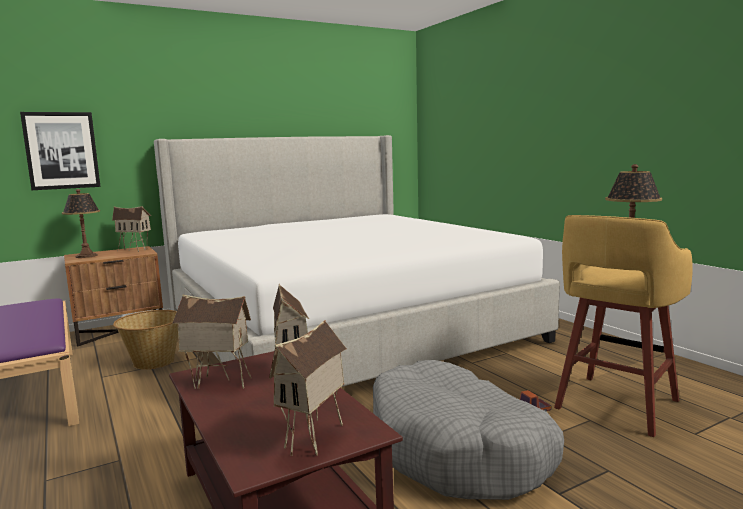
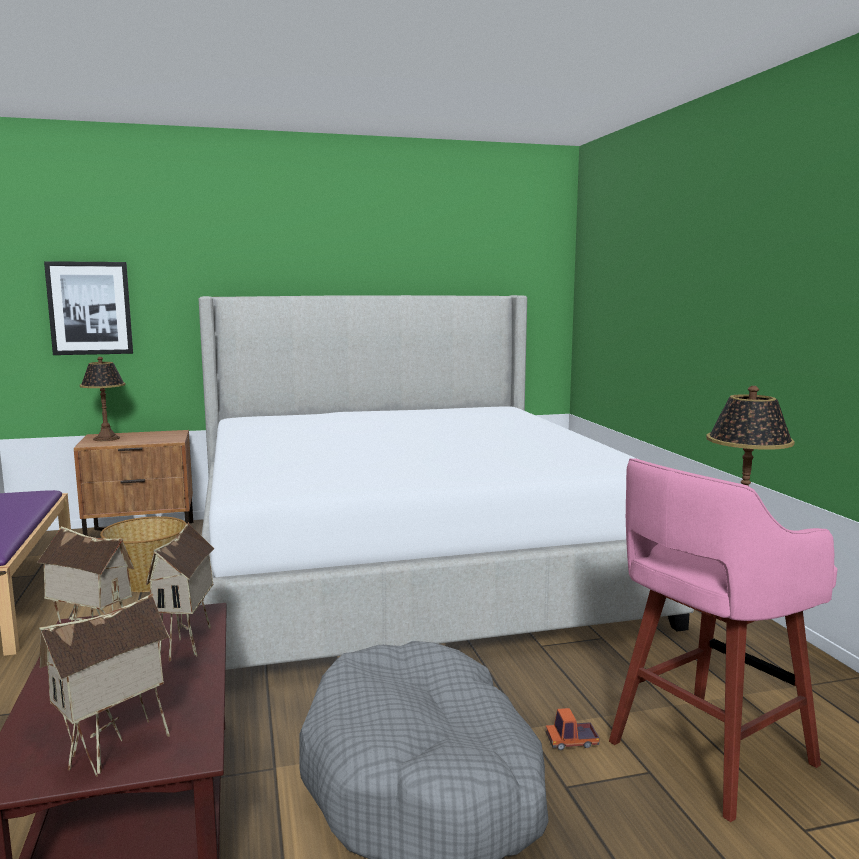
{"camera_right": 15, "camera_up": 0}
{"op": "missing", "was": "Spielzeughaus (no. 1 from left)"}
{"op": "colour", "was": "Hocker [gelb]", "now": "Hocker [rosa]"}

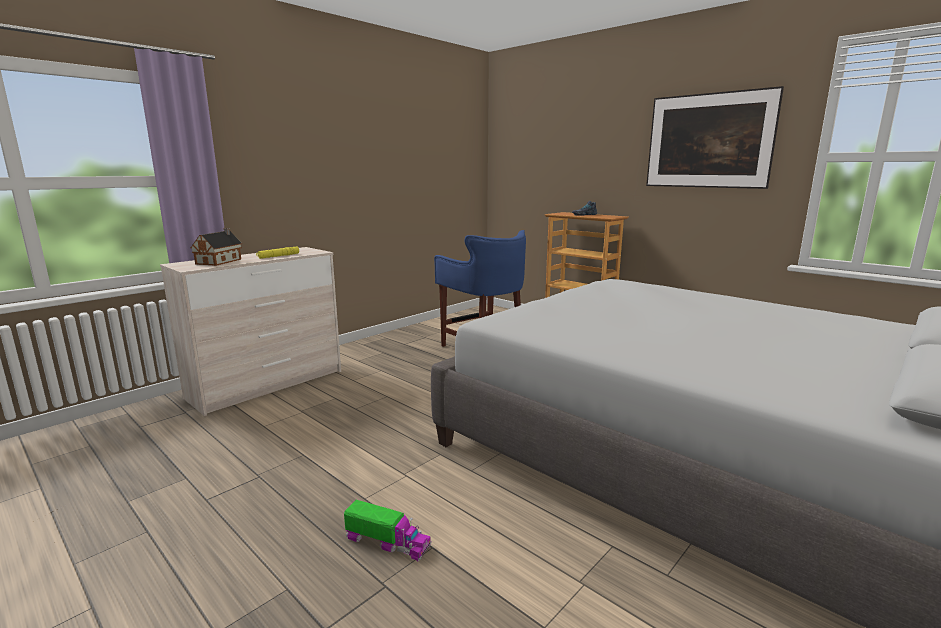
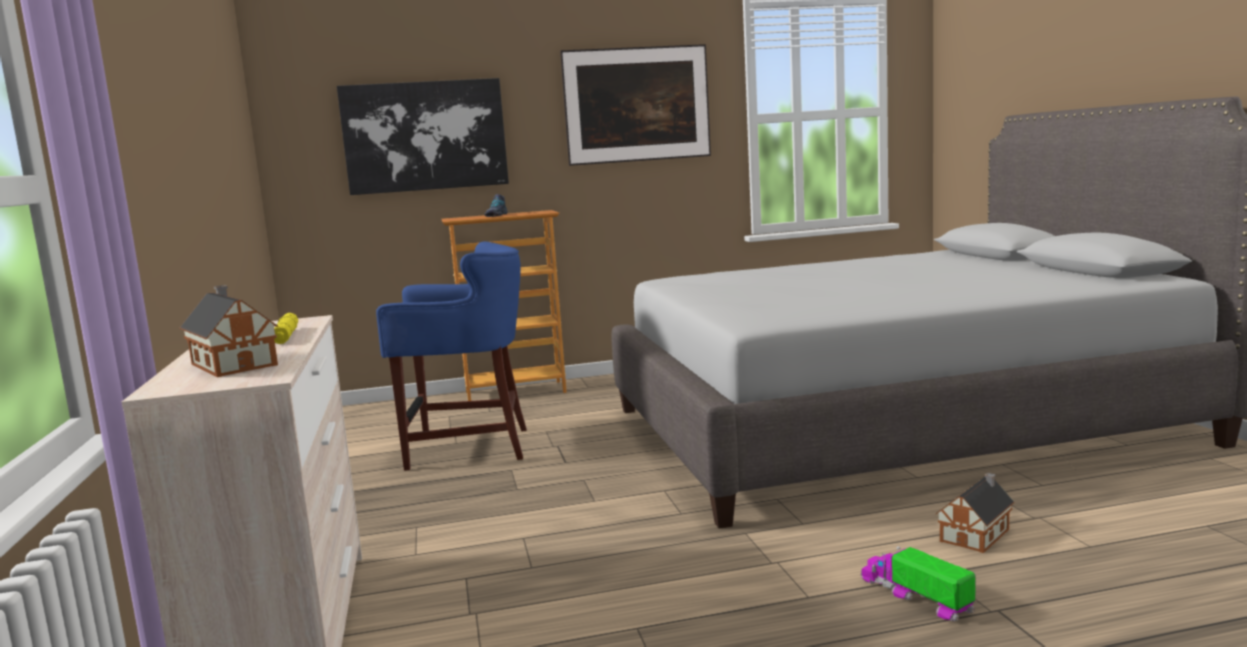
{"camera_right": -55, "camera_up": -5}
{"op": "spun", "was": "Spielzeuglaster", "clockwise": -90}
{"op": "appeared", "now": "Bild (no. 1 from left)"}
{"op": "appeared", "now": "Spielzeughaus (no. 2 from left)"}

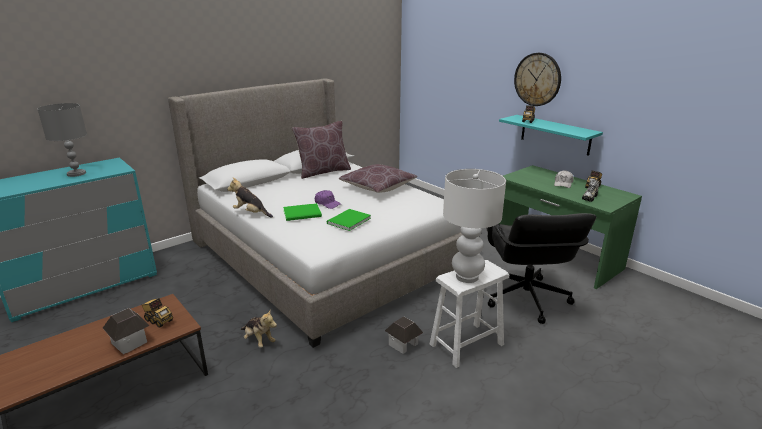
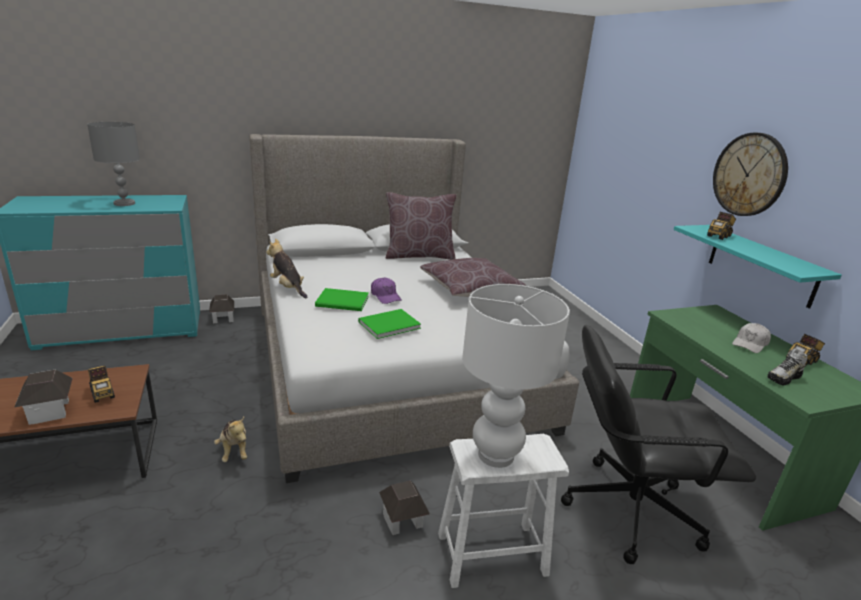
{"camera_right": 20, "camera_up": 0}
{"op": "spun", "was": "Bürostuhl [schwarz]", "clockwise": 75}
{"op": "appeared", "now": "Spielzeughaus (no. 2 from left)"}

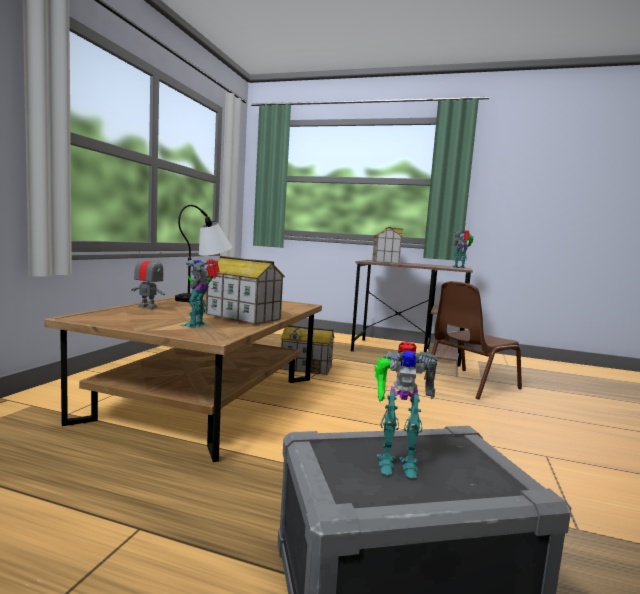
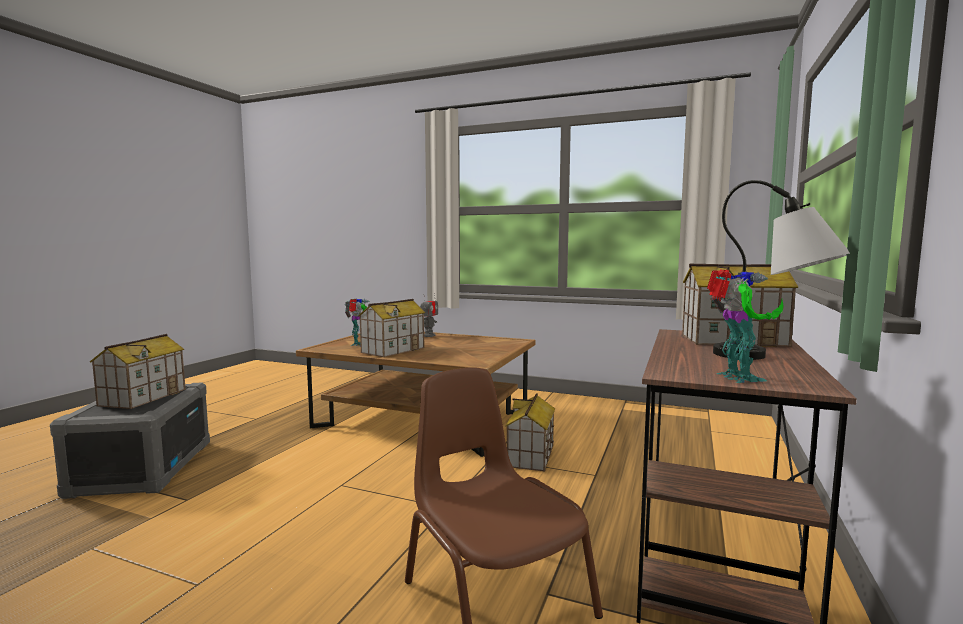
{"camera_right": 95, "camera_up": 0}
{"op": "relocated", "was": "Tischlampe"}
{"op": "exchanged", "was": "Spielzeugroboter (no. 3 from left)", "now": "Spielzeughaus (no. 1 from left)"}

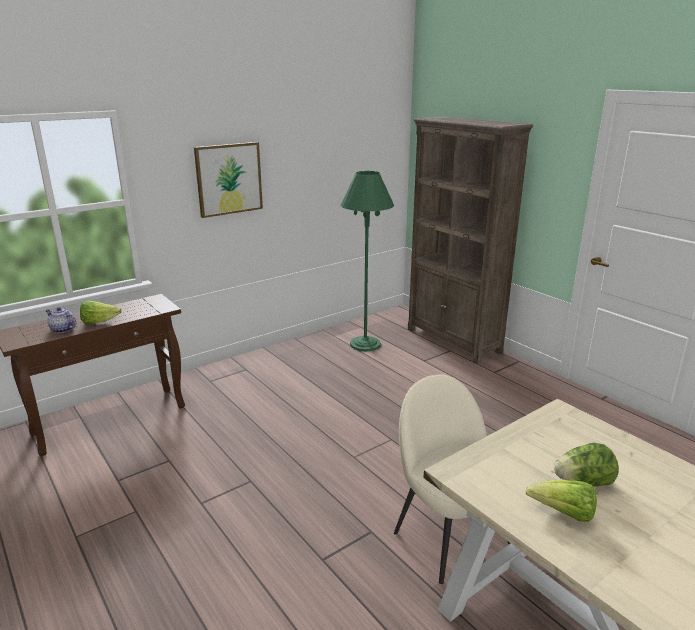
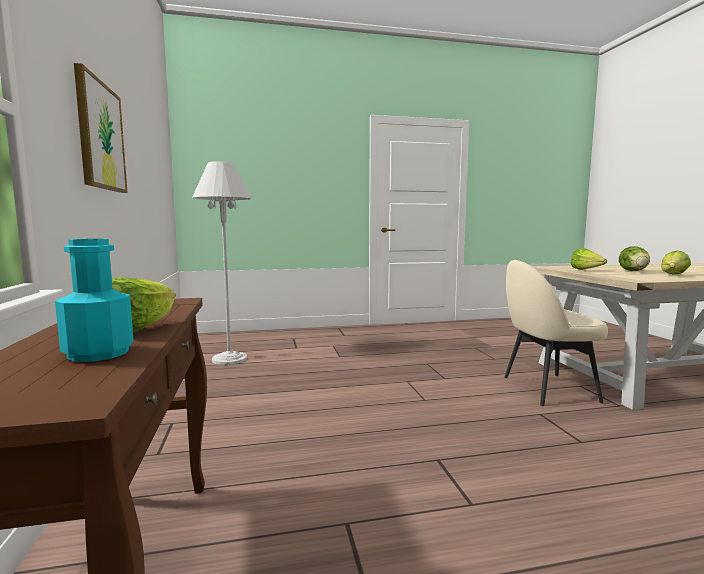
{"camera_right": -65, "camera_up": -15}
{"op": "missing", "was": "Bücherregal [braun]"}
{"op": "colour", "was": "Stehlampe [grün]", "now": "Stehlampe [weiß]"}
{"op": "exchanged", "was": "Teekanne", "now": "Flasche [türkis]"}
{"op": "appeared", "now": "Salatkopf (no. 2 from left)"}

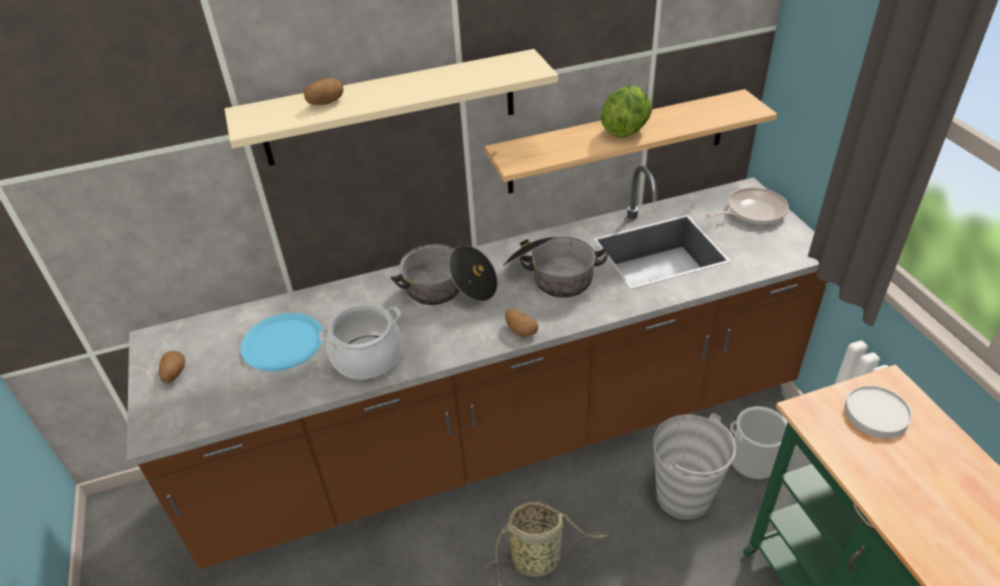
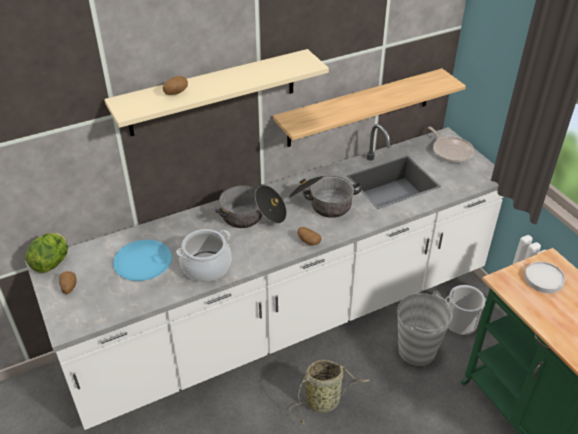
{"camera_right": -10, "camera_up": 0}
{"op": "relocated", "was": "Salatkopf"}
{"op": "colour", "was": "Küchenzeile [braun]", "now": "Küchenzeile [weiß]"}
{"op": "spun", "was": "Pfanne", "clockwise": 90}

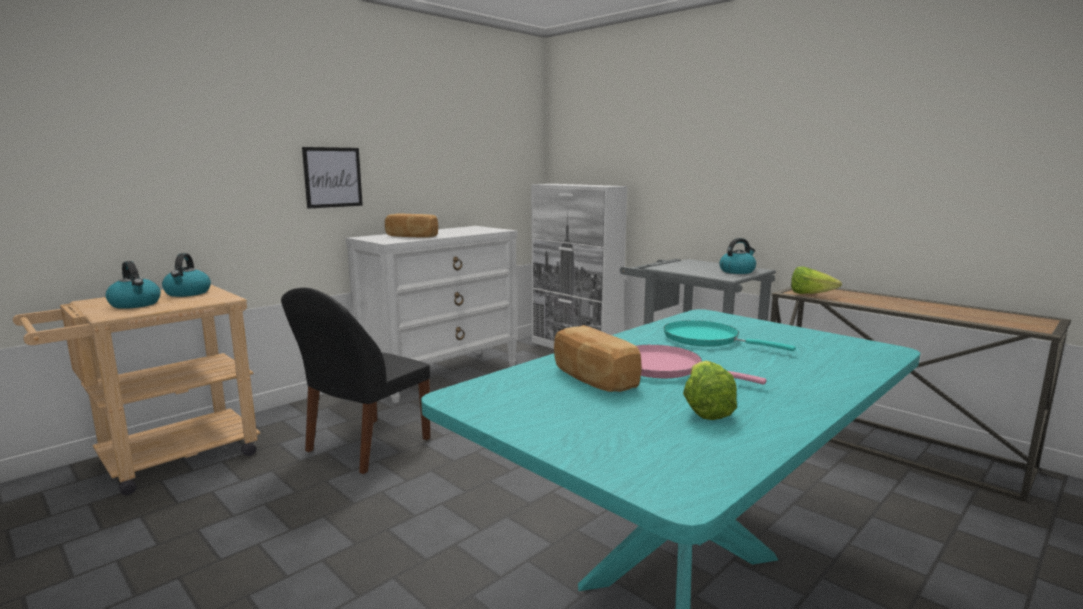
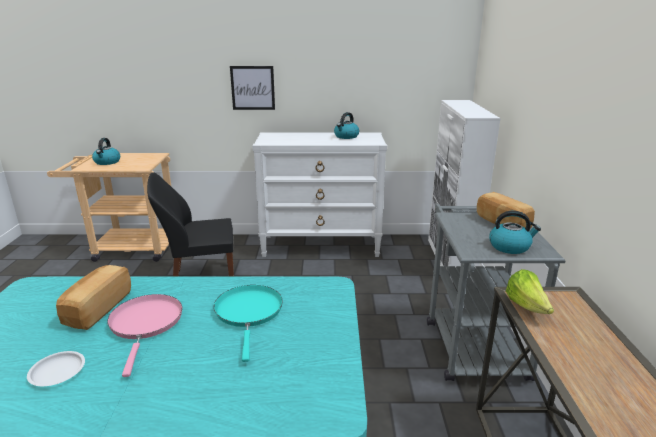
{"camera_right": 45, "camera_up": 10}
{"op": "relocated", "was": "Brot (no. 1 from left in the first image)", "now": "Brot (no. 2 from left)"}
{"op": "relocated", "was": "Wasserkessel (no. 2 from left)"}
{"op": "exchanged", "was": "Salatkopf (no. 1 from left)", "now": "Teller [weiß]"}

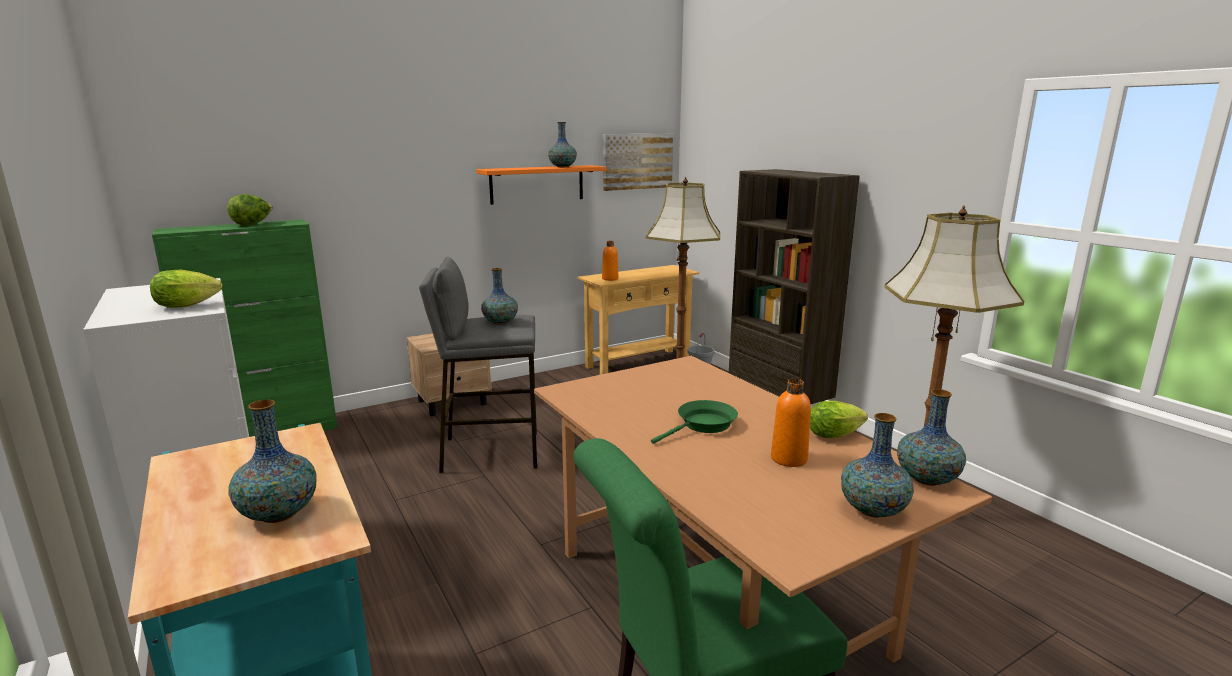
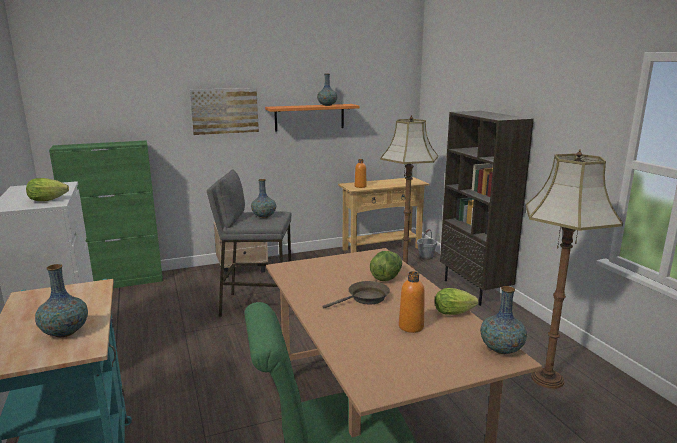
{"camera_right": 10, "camera_up": 0}
{"op": "relocated", "was": "Bild"}
{"op": "relocated", "was": "Salatkopf (no. 2 from left)"}
{"op": "colour", "was": "Pfanne [grün]", "now": "Pfanne [braun]"}
{"op": "missing", "was": "Vase (no. 4 from left)"}

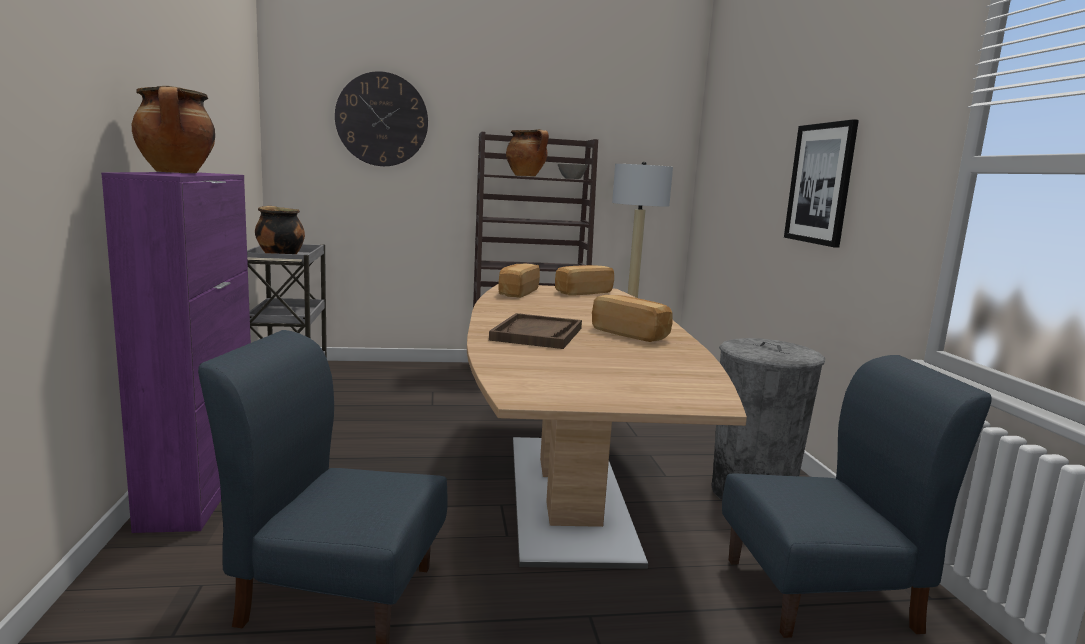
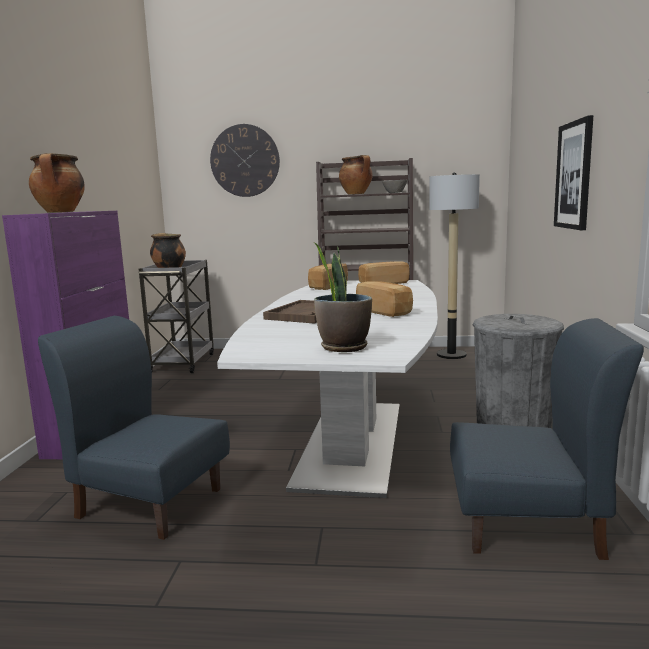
{"camera_right": 15, "camera_up": 0}
{"op": "colour", "was": "Esstisch [braun]", "now": "Esstisch [weiß]"}
{"op": "appeared", "now": "Topfpflanze"}

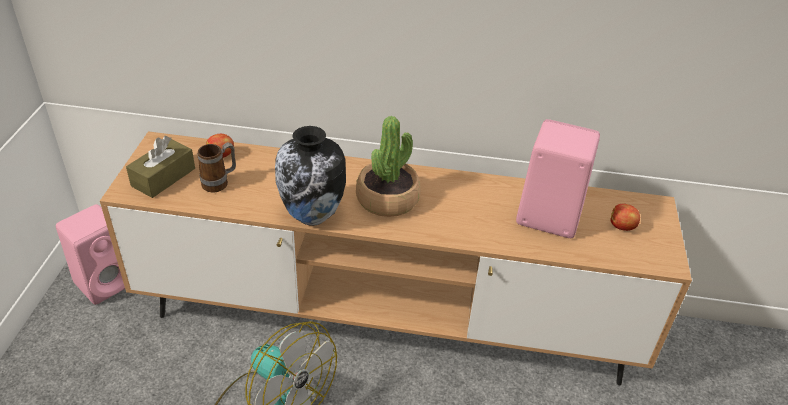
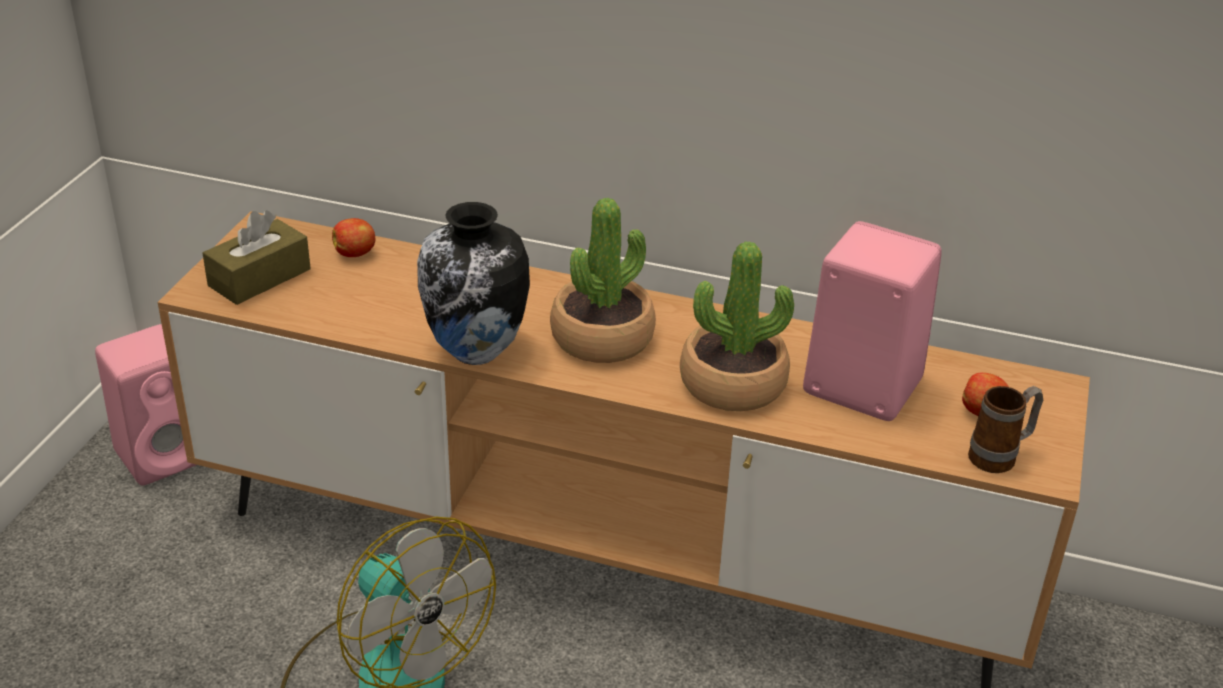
{"camera_right": 10, "camera_up": -5}
{"op": "relocated", "was": "Henkelbecher"}
{"op": "appeared", "now": "Topfpflanze (no. 2 from left)"}

